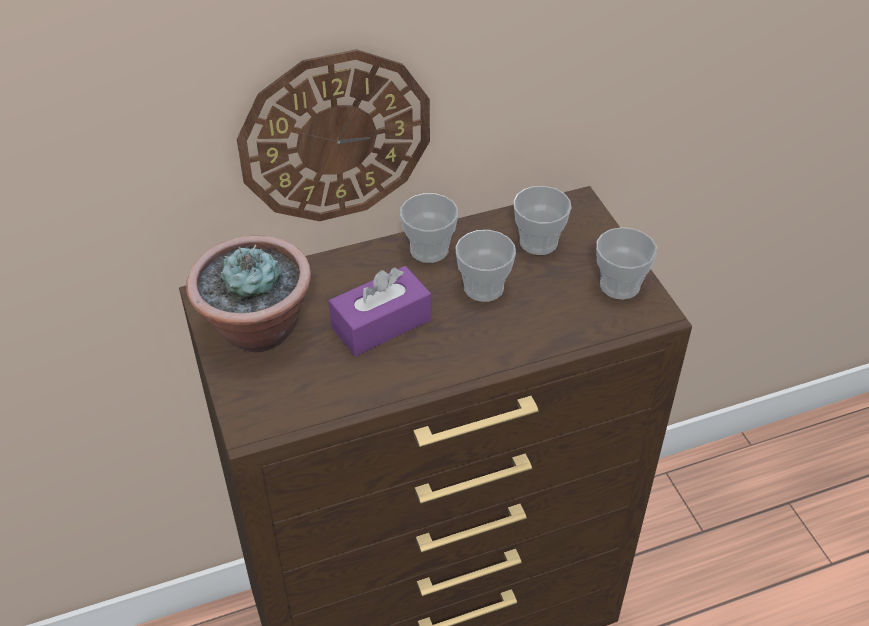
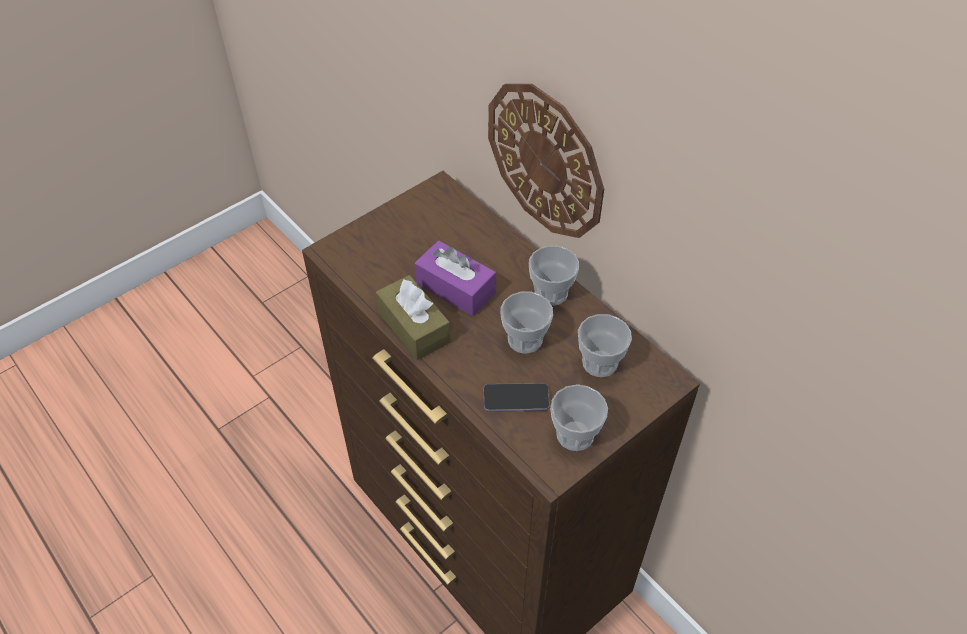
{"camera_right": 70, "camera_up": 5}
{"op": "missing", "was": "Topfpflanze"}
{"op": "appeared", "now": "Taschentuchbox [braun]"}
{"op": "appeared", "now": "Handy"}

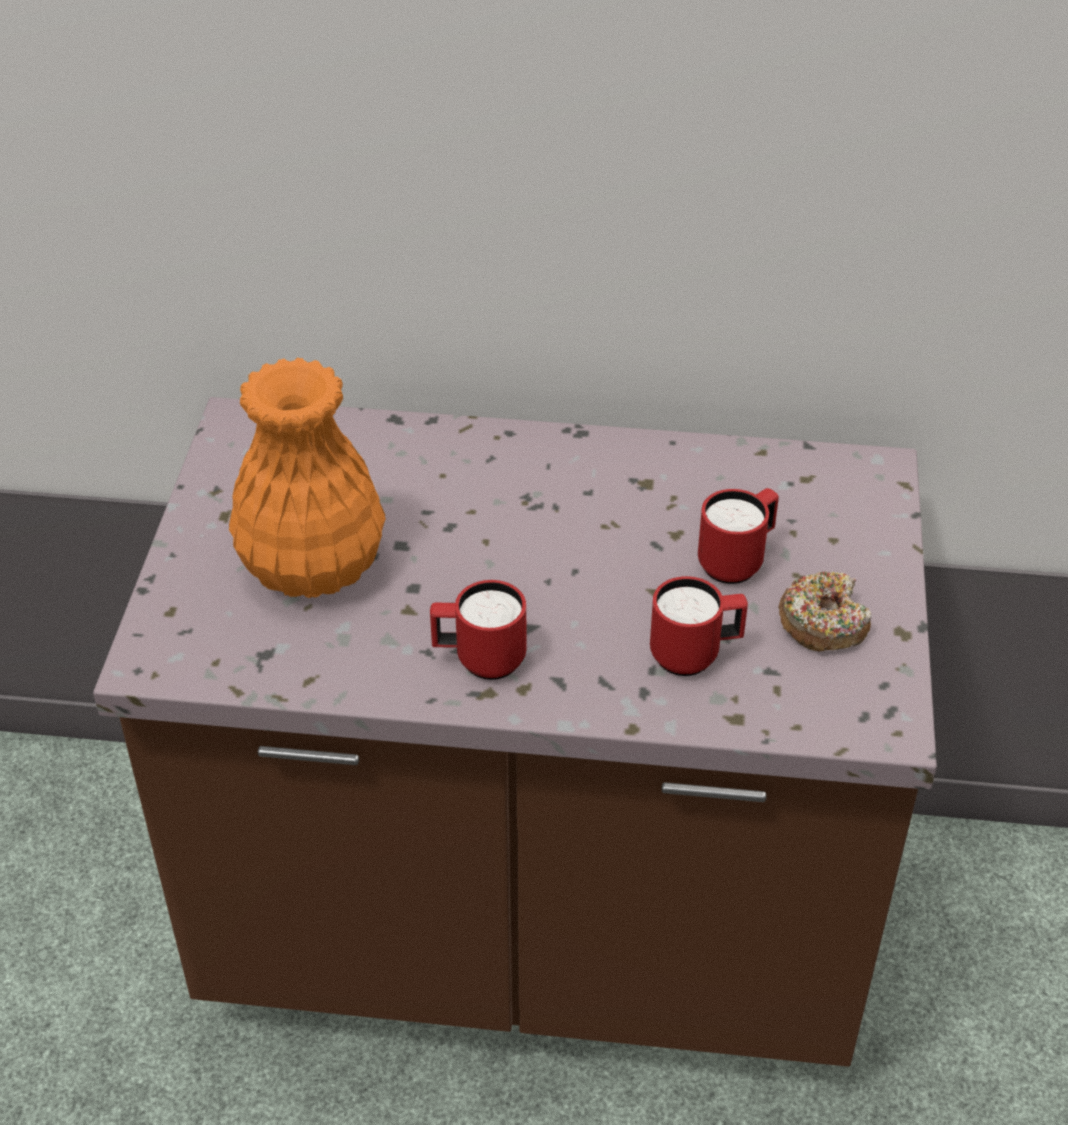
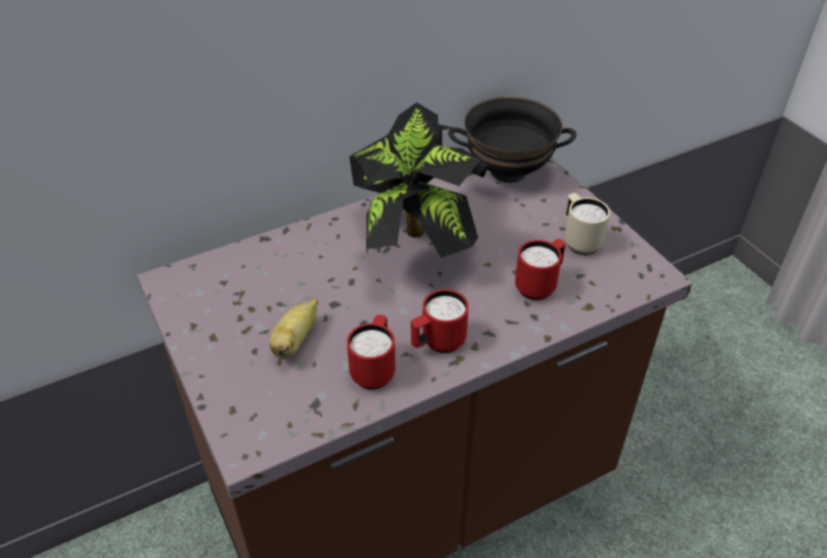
{"camera_right": -35, "camera_up": 0}
{"op": "exchanged", "was": "Vase [orange]", "now": "Banane"}
{"op": "relocated", "was": "Henkelbecher [rot] (no. 3 from left in the first image)", "now": "Henkelbecher [rot] (no. 1 from left)"}
{"op": "exchanged", "was": "Donut", "now": "Henkelbecher [beige]"}
{"op": "appeared", "now": "Schüssel [schwarz]"}
{"op": "appeared", "now": "Topfpflanze"}

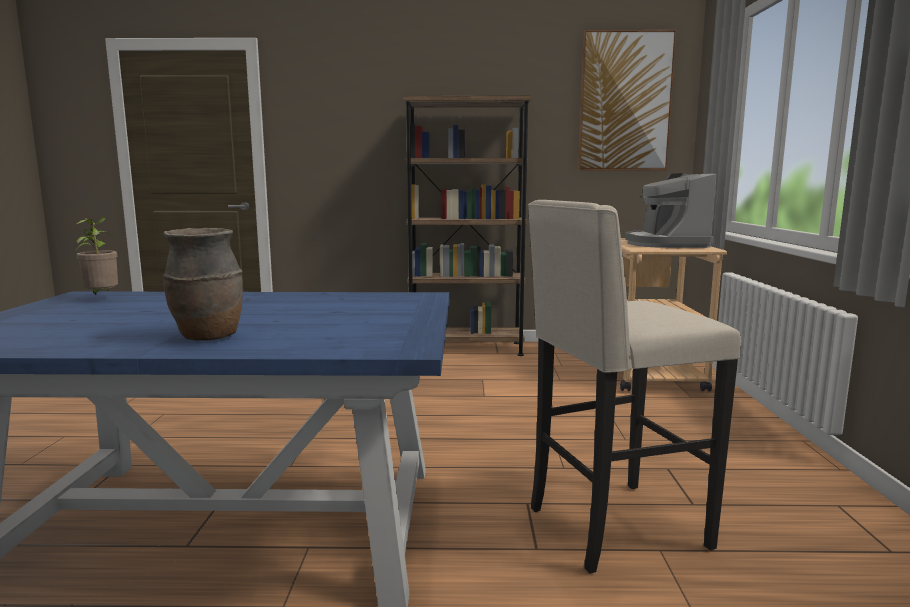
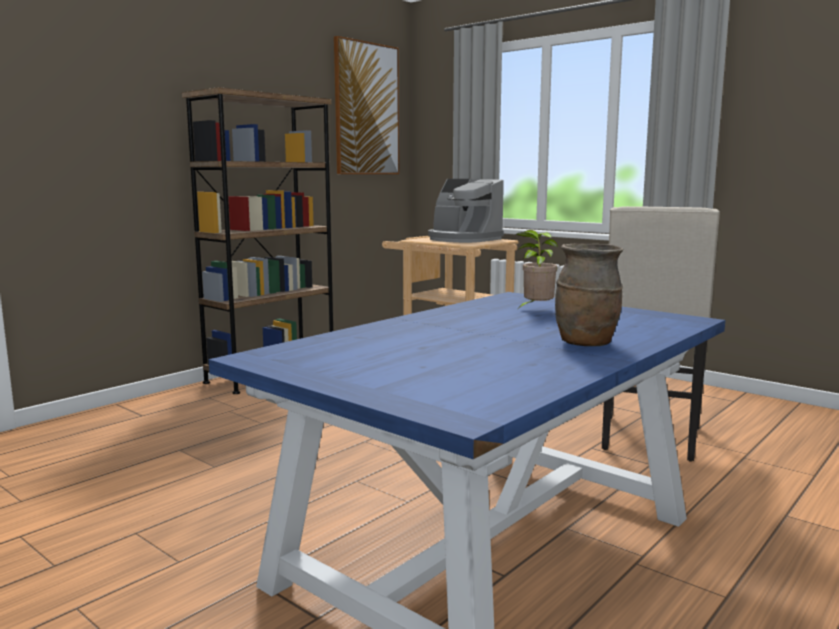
{"camera_right": -50, "camera_up": 0}
{"op": "relocated", "was": "Topfpflanze"}

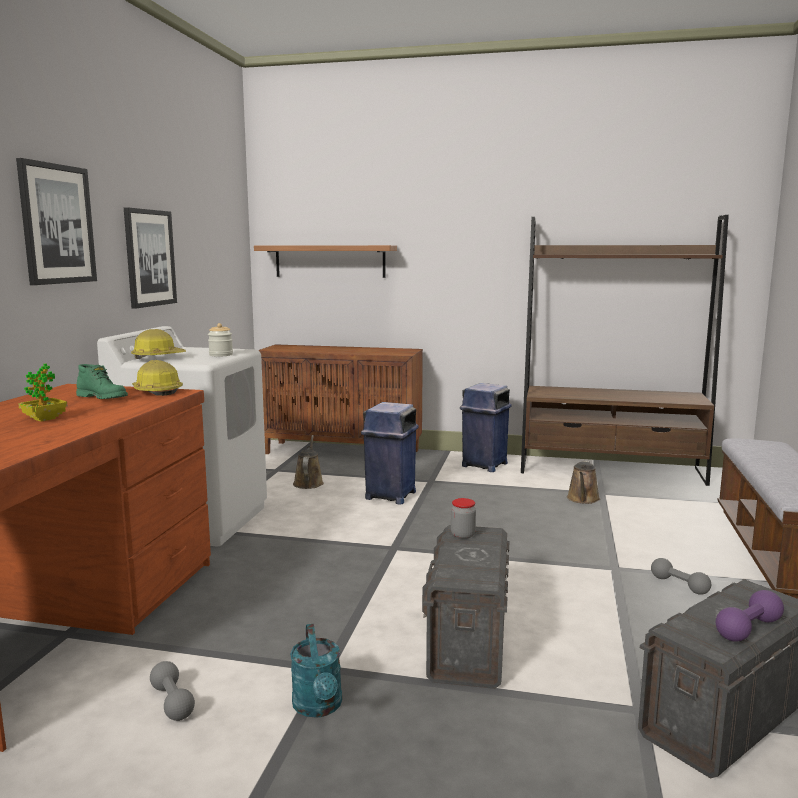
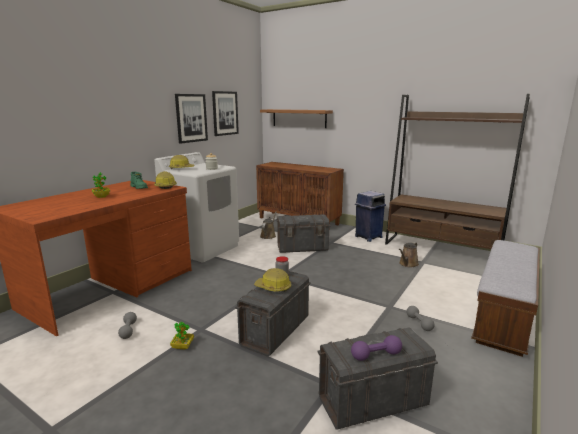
{"camera_right": 20, "camera_up": 5}
{"op": "relocated", "was": "Bild (no. 1 from left in the first image)", "now": "Bild (no. 2 from left)"}
{"op": "exchanged", "was": "Mülleimer [blau] (no. 1 from left)", "now": "Aufbewahrungsbox [grau] (no. 2 from left)"}
{"op": "exchanged", "was": "Gießkanne [türkis]", "now": "Topfpflanze (no. 2 from left)"}
{"op": "appeared", "now": "Schutzhelm (no. 3 from left)"}

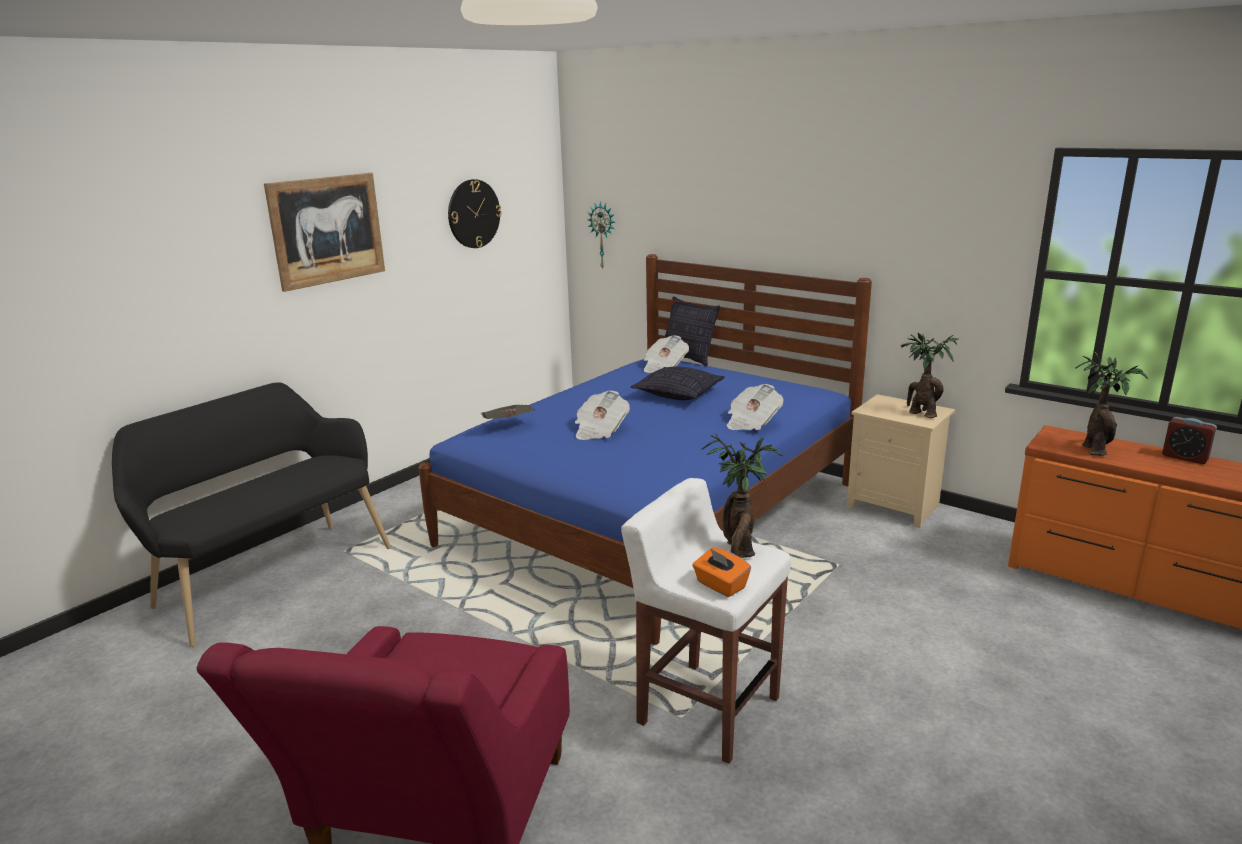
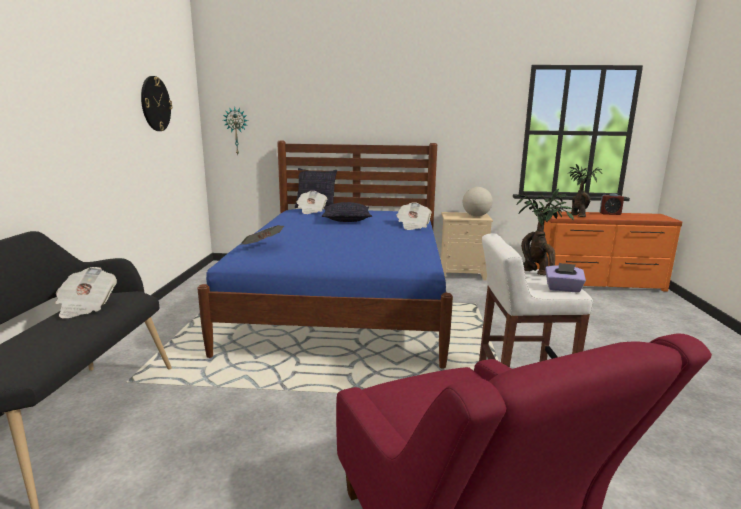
{"camera_right": -35, "camera_up": -5}
{"op": "missing", "was": "Bild"}
{"op": "exchanged", "was": "Topfpflanze (no. 2 from left)", "now": "Globus"}
{"op": "relocated", "was": "Zeitung (no. 2 from left in the first image)", "now": "Zeitung (no. 1 from left)"}
{"op": "colour", "was": "Taschentuchbox [orange]", "now": "Taschentuchbox [lila]"}

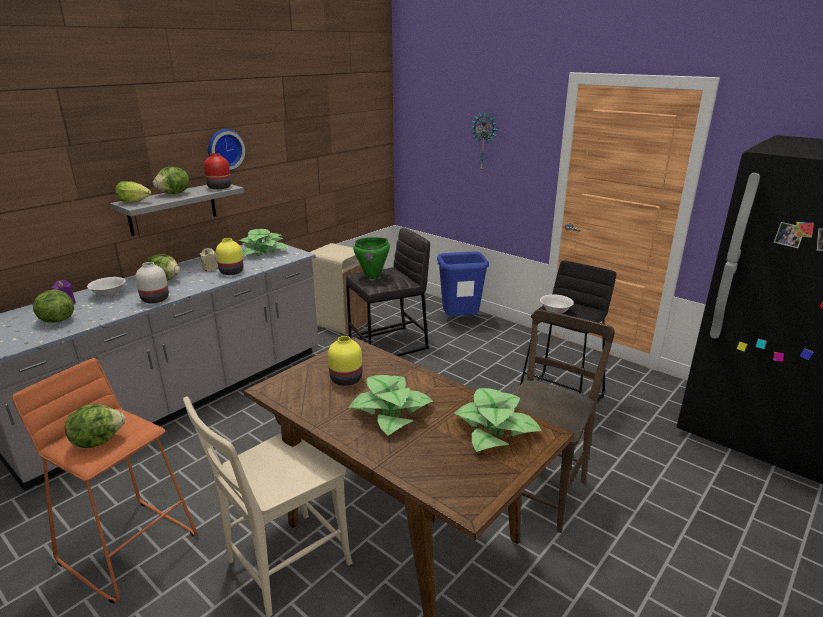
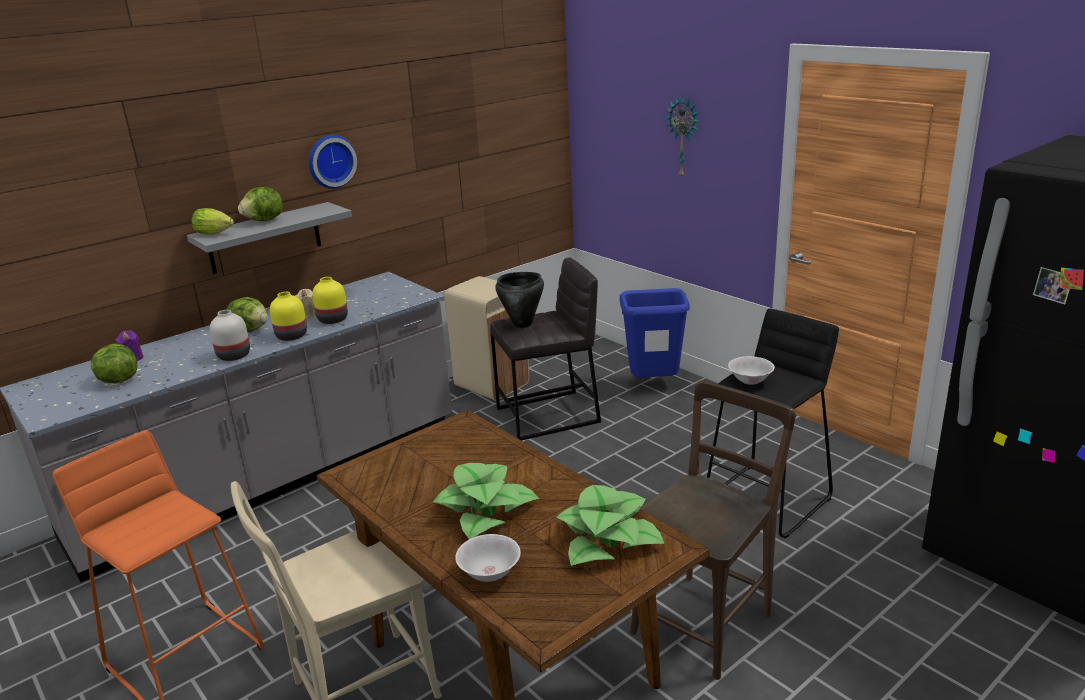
{"camera_right": 10, "camera_up": 0}
{"op": "missing", "was": "Vase [rot]"}
{"op": "missing", "was": "Topfpflanze (no. 1 from left)"}
{"op": "colour", "was": "Kochtopf [grün]", "now": "Kochtopf [schwarz]"}
{"op": "relocated", "was": "Schüssel [weiß] (no. 1 from left)"}
{"op": "relocated", "was": "Vase [gelb] (no. 2 from left in the first image)", "now": "Vase [gelb] (no. 1 from left)"}
{"op": "missing", "was": "Salatkopf (no. 2 from left)"}

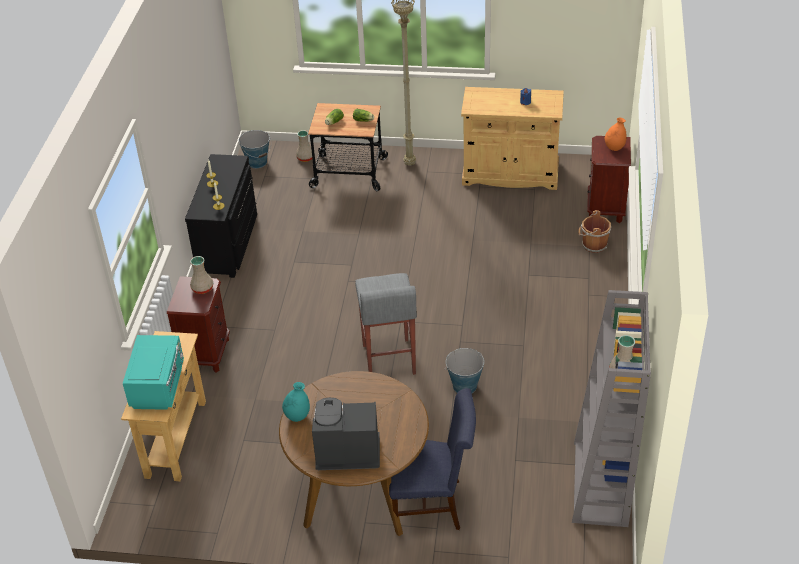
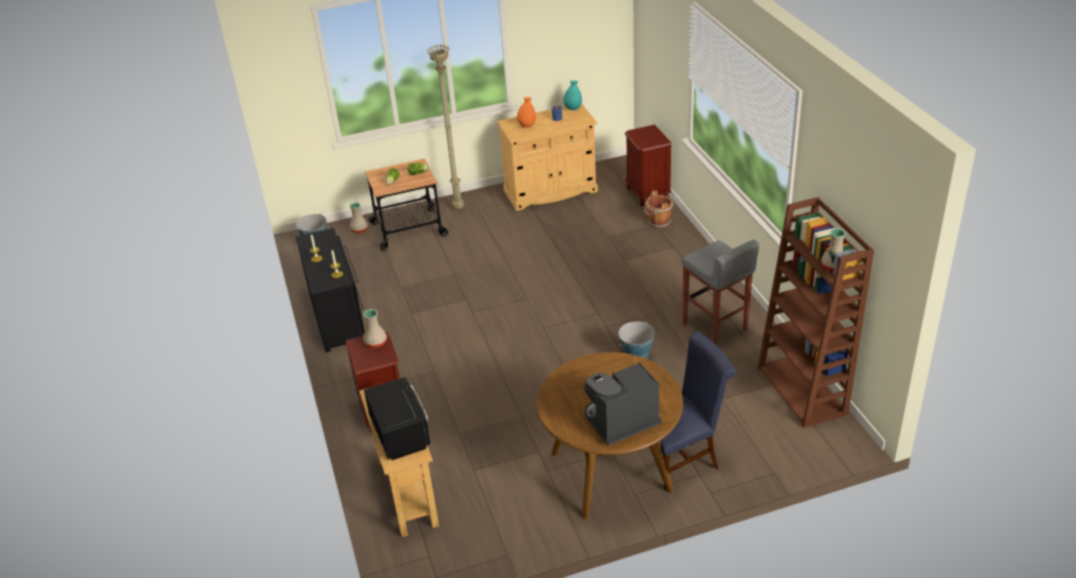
{"camera_right": -25, "camera_up": -5}
{"op": "relocated", "was": "Vase [orange]"}
{"op": "relocated", "was": "Hocker [grau]"}
{"op": "colour", "was": "Bücherregal [grau]", "now": "Bücherregal [braun]"}
{"op": "colour", "was": "Mikrowelle [türkis]", "now": "Mikrowelle [schwarz]"}
{"op": "relocated", "was": "Vase [türkis]"}

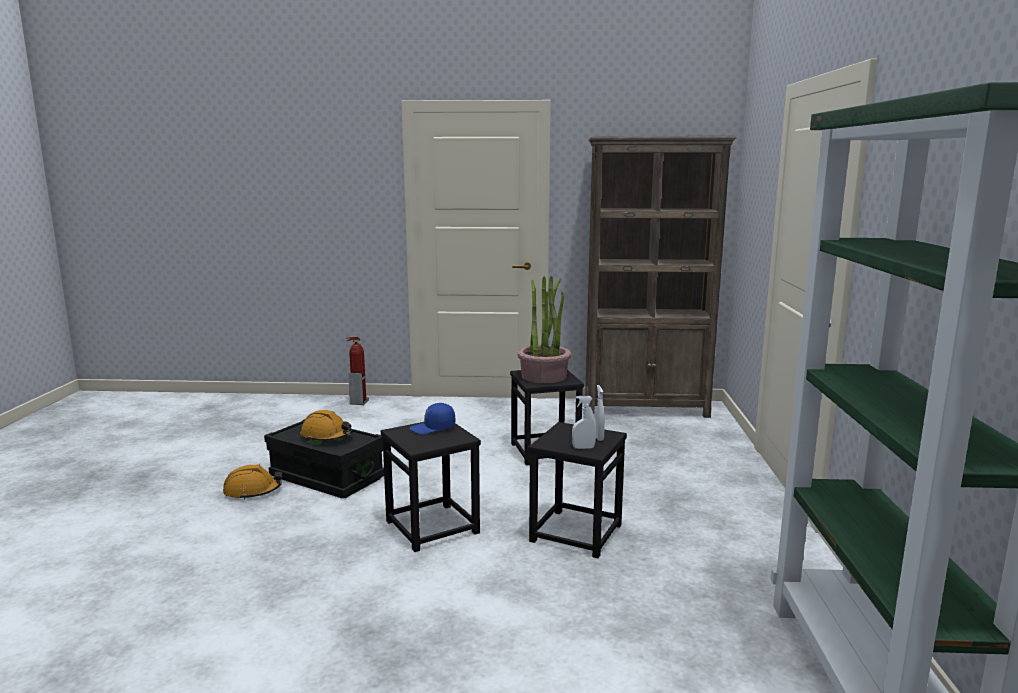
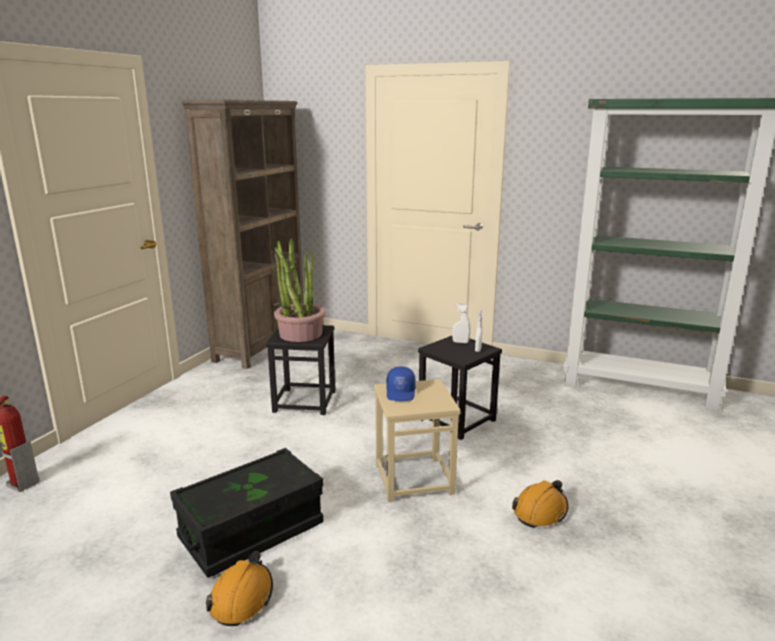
{"camera_right": -70, "camera_up": 5}
{"op": "relocated", "was": "Schutzhelm [orange] (no. 2 from left)"}
{"op": "colour", "was": "Hocker [schwarz] (no. 1 from left)", "now": "Hocker [beige]"}

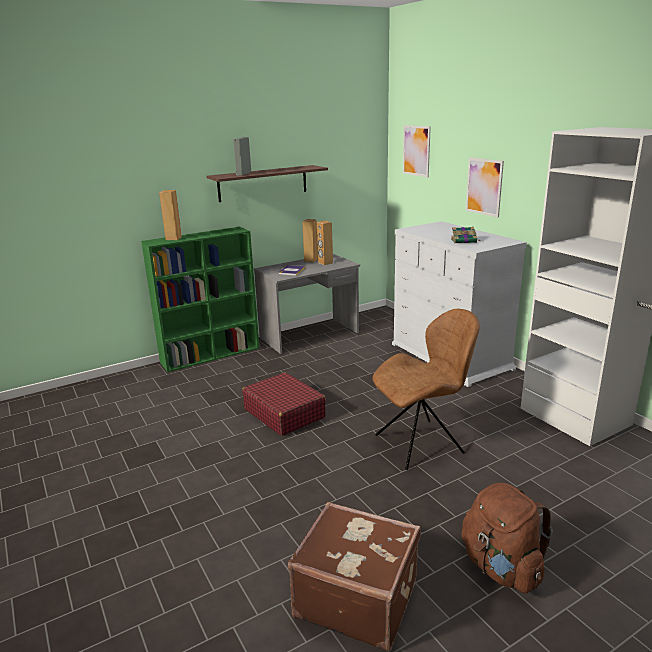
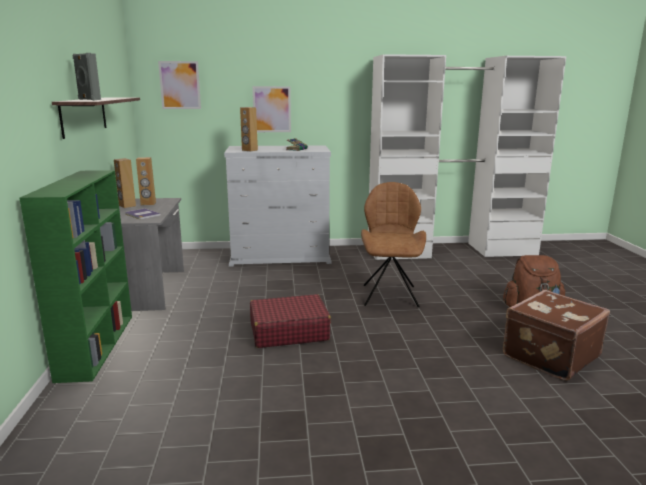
{"camera_right": -65, "camera_up": -5}
{"op": "relocated", "was": "Lautsprecher [braun] (no. 1 from left in the first image)", "now": "Lautsprecher [braun] (no. 3 from left)"}

